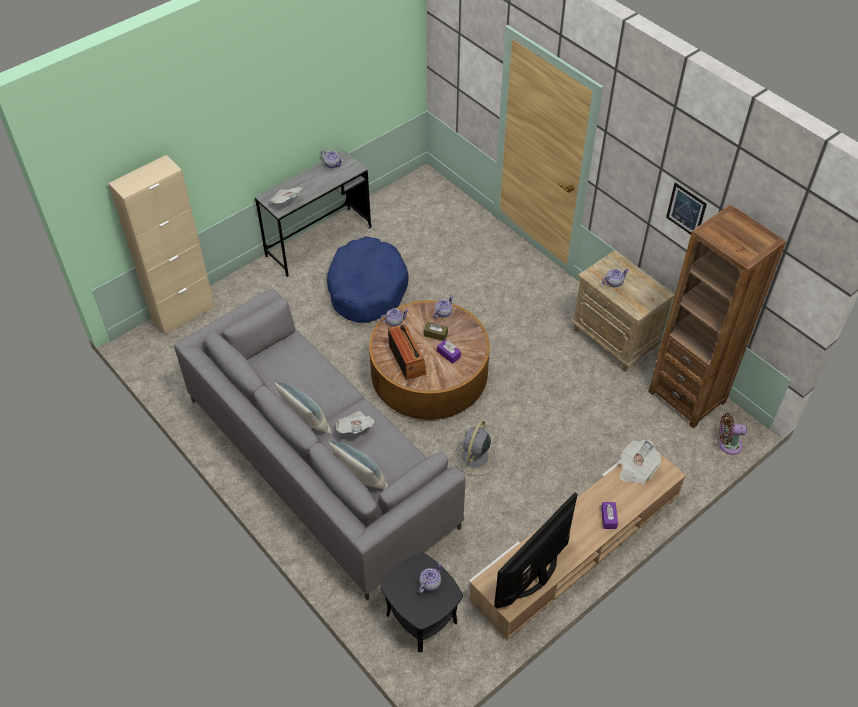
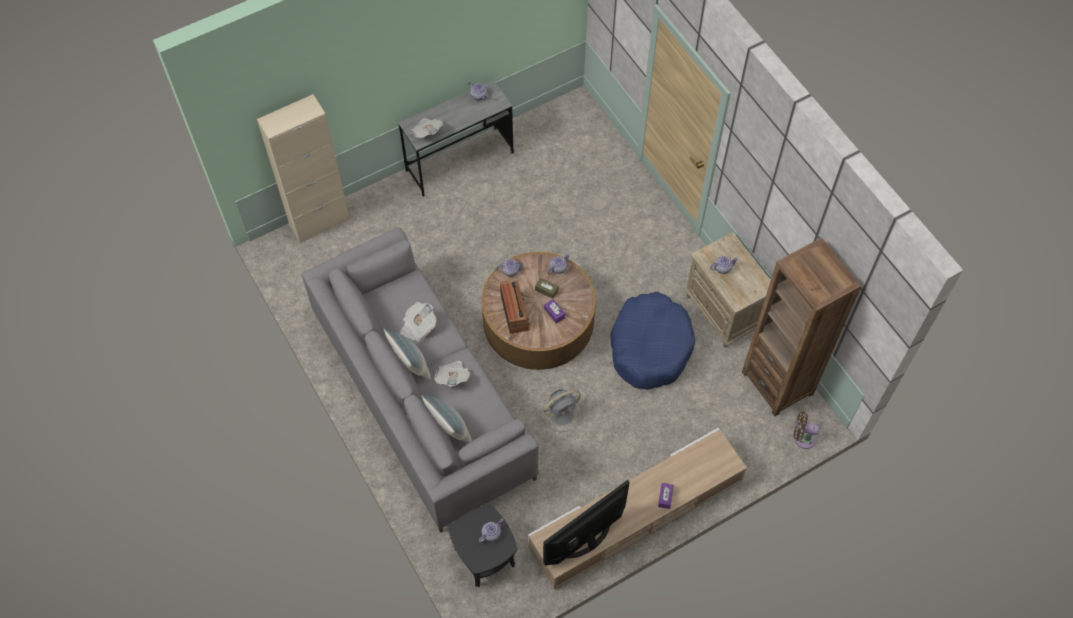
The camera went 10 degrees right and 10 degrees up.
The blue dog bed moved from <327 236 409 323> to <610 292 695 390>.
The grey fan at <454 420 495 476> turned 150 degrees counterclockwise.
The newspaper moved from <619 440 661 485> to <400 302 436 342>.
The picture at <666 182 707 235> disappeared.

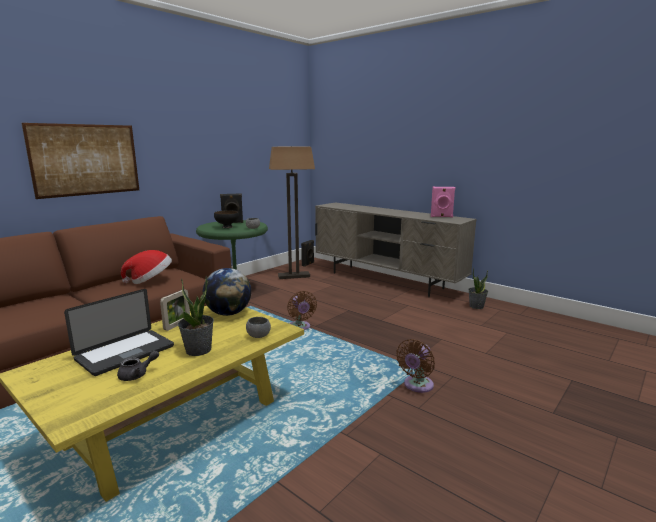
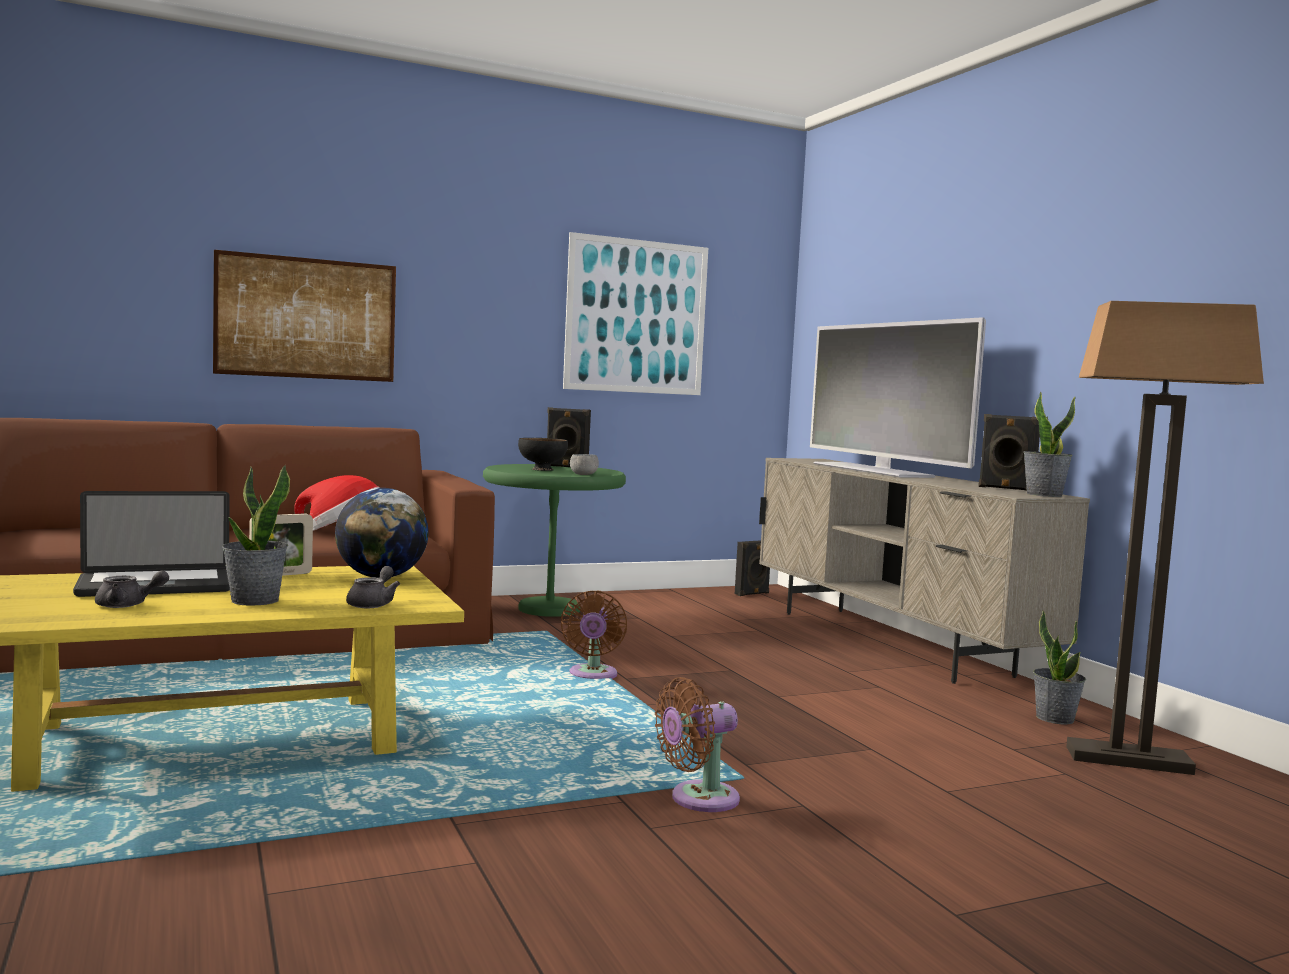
The camera went 25 degrees right and 10 degrees down.
The grey bowl at <246 317 271 338> was replaced by the grey teapot at <346 566 400 608>.
The floor lamp moved from <269 146 315 279> to <1066 301 1264 775>.
The pink speaker at <431 187 455 217> became the black speaker at <978 414 1040 490>.
The picture at <563 232 708 395> appeared.
The television at <810 317 986 478> appeared.
The potted plant at <1023 391 1076 497> appeared.

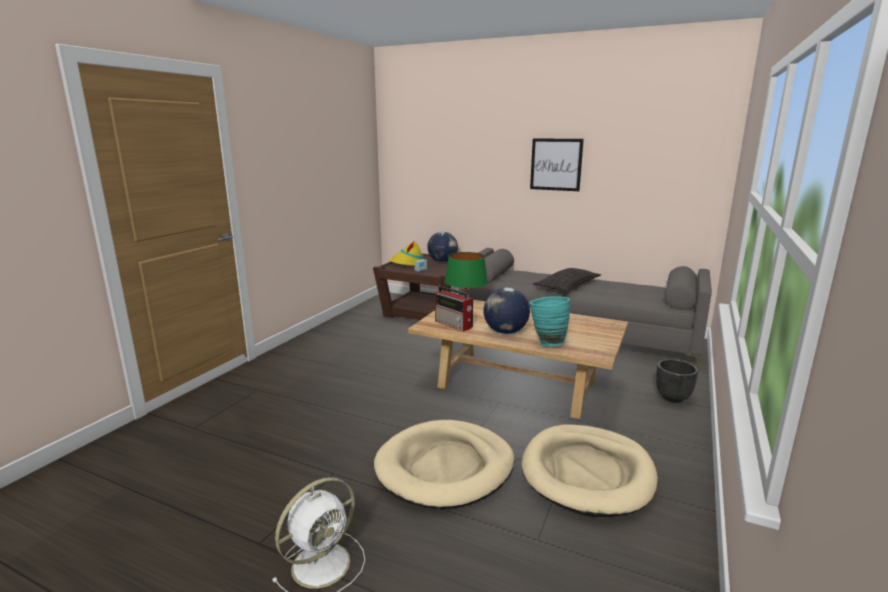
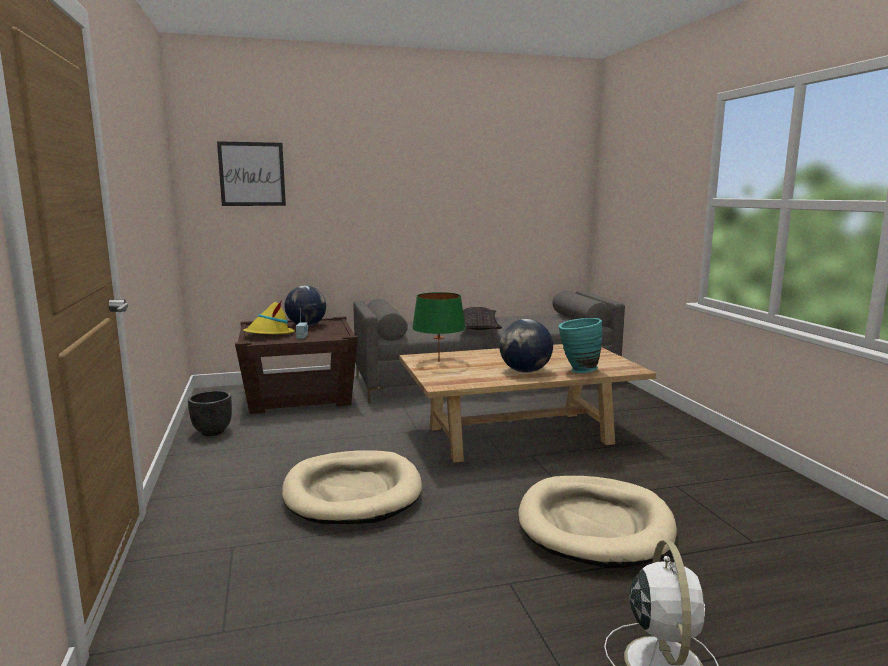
The camera went 40 degrees left and 5 degrees down.
The radio at <435 286 473 332> disappeared.
The beige dog bed moved from <522 425 658 517> to <282 450 422 524>.
The picture moved from <530 138 584 191> to <217 141 286 206>.
The black planter moved from <656 359 698 403> to <188 391 232 436>.

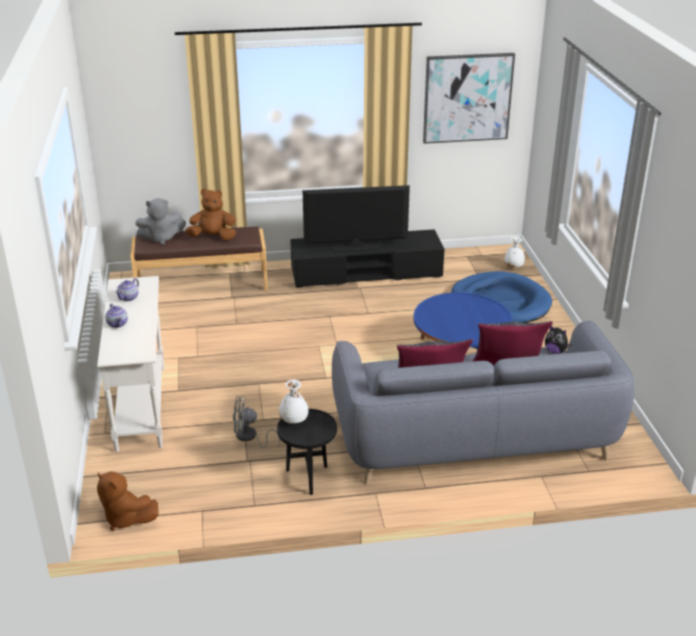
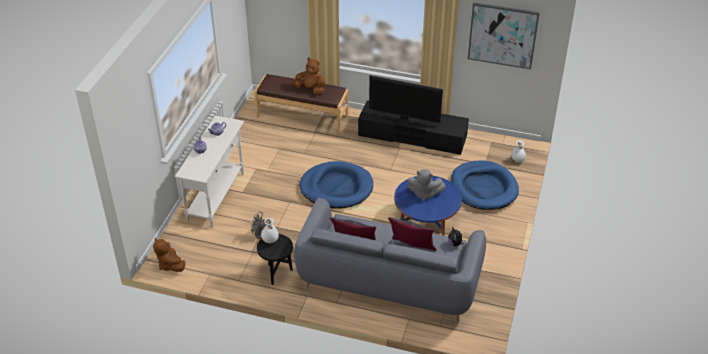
The camera went 25 degrees right and 10 degrees up.
The grey plush toy moved from <135 198 186 245> to <407 169 446 201>.
The blue dog bed at <300 161 373 209> appeared.

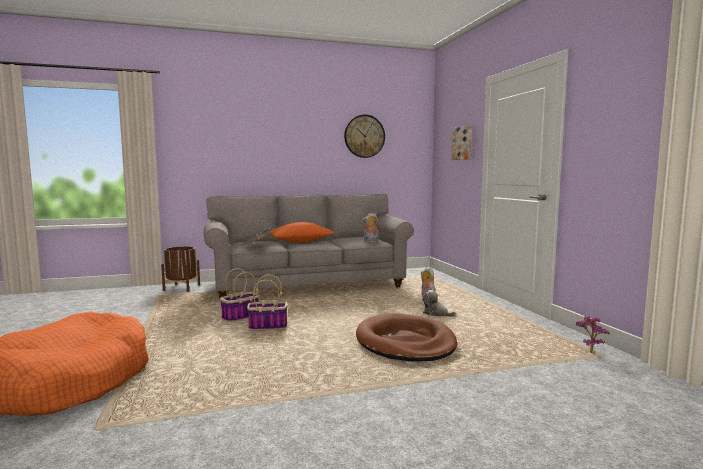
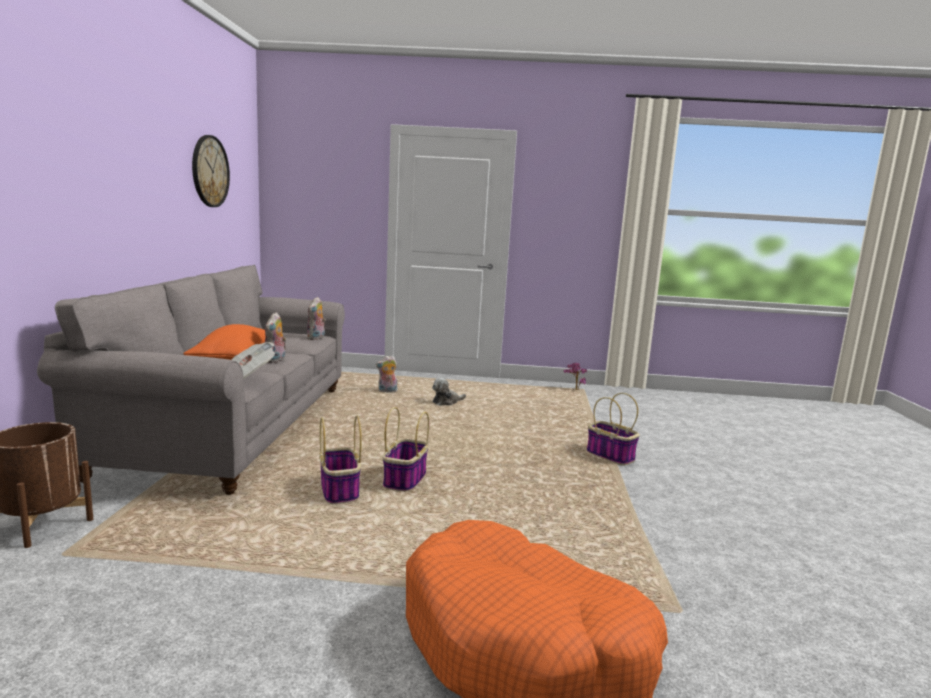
The camera went 70 degrees left and 5 degrees up.
The brown dog bed at <356 313 457 362> disappeared.
The picture at <451 125 472 160> disappeared.
The plush toy at <265 312 287 363> appeared.
The basket at <587 393 640 466> appeared.

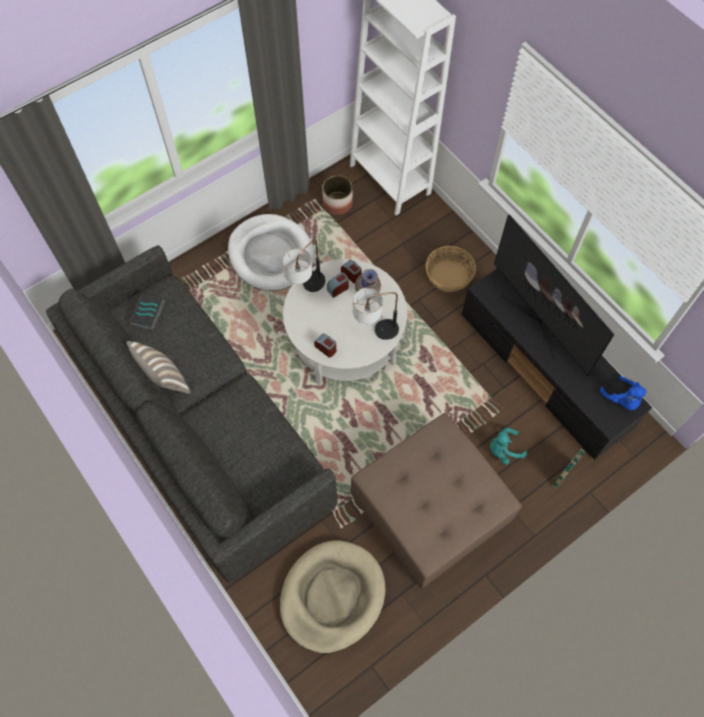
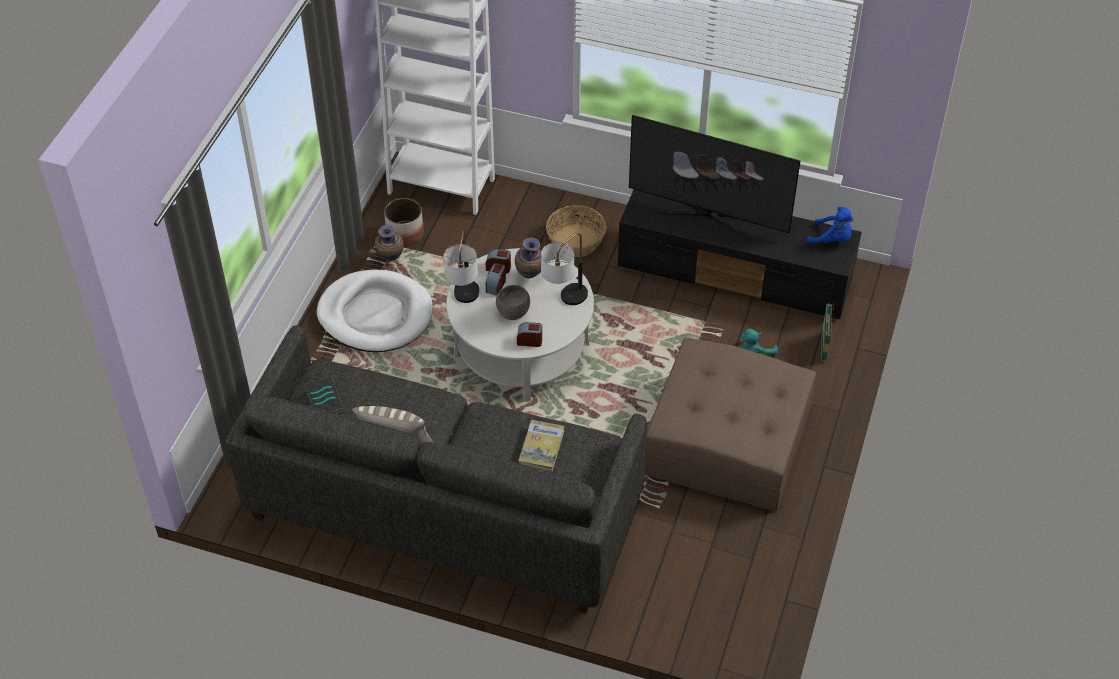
The camera went 35 degrees left and 15 degrees down.
The beige dog bed at <280 540 385 653> disappeared.
The vase at <375 225 403 261> appeared.
The grey bowl at <496 285 530 320> appeared.
The book at <519 420 565 472> appeared.

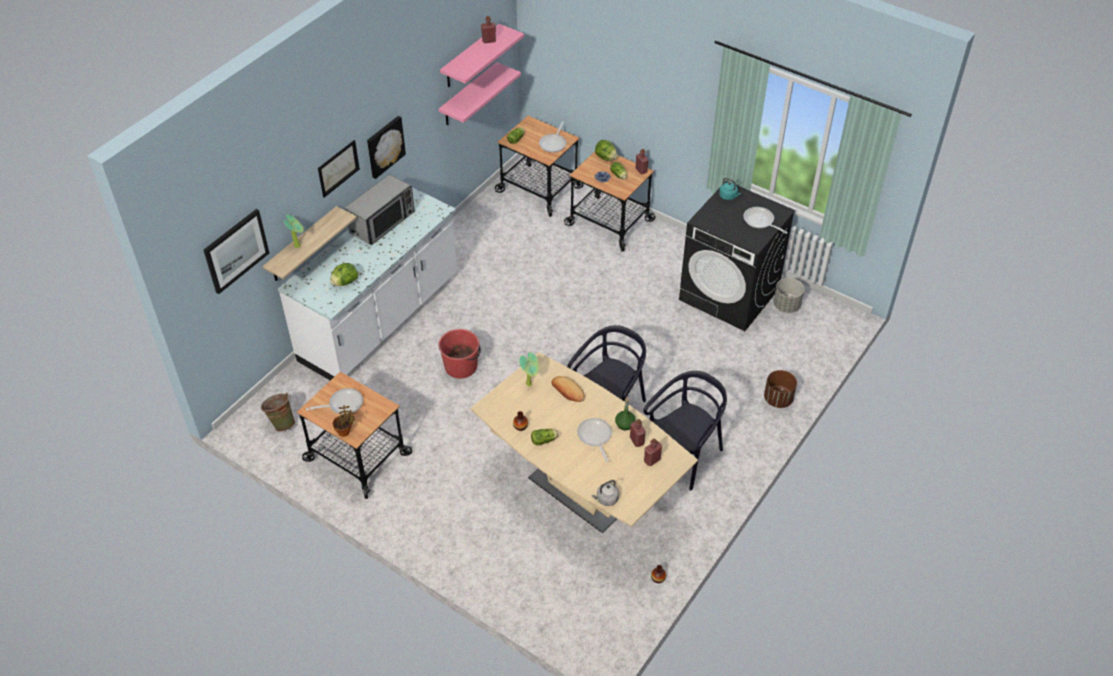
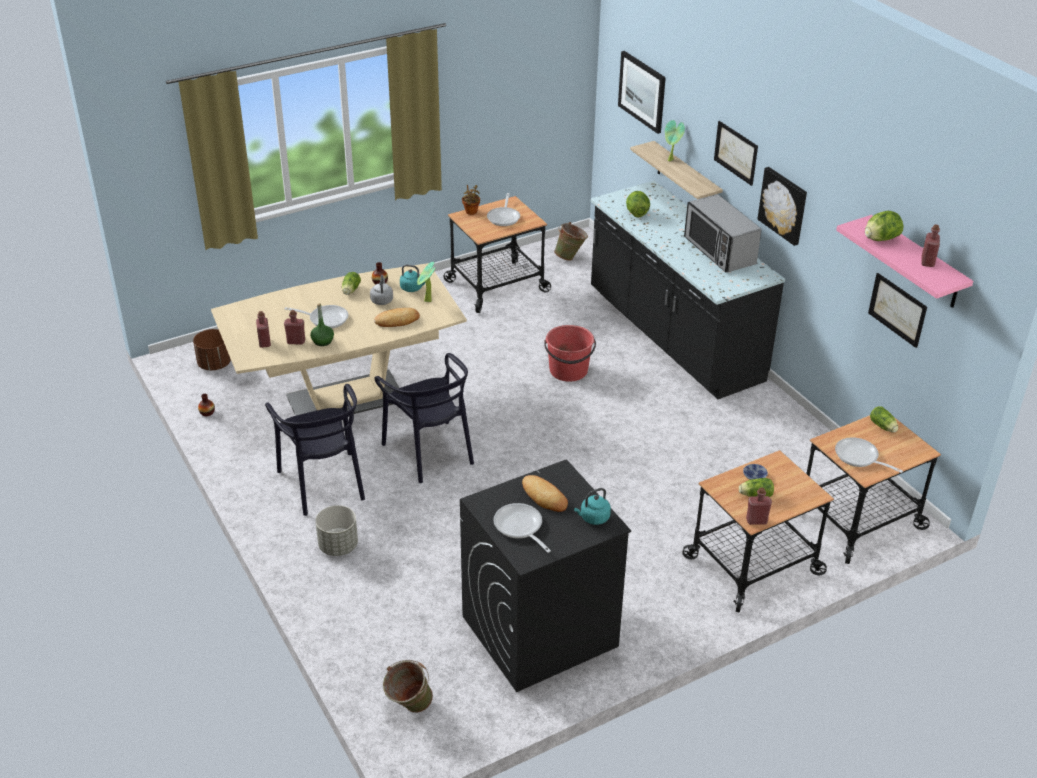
The camera went 115 degrees right and 10 degrees down.
The white counter at <278 187 457 380> became the black counter at <591 181 785 399>.
The pink shelf at <439 62 521 125> was replaced by the picture at <868 273 927 348>.
The grey kettle moved from <591 480 619 506> to <370 275 393 305>.
The lettuce moved from <595 140 618 161> to <865 211 903 241>.
The frying pan at <743 207 788 234> turned 105 degrees counterclockwise.
The brown planter moved from <764 370 797 408> to <193 329 231 370>.
The grey planter moved from <773 278 804 313> to <315 505 358 556>.
The green bucket at <383 660 433 713> appeared.
The turquoise kettle at <400 265 425 292> appeared.
The bread at <522 475 568 512> appeared.

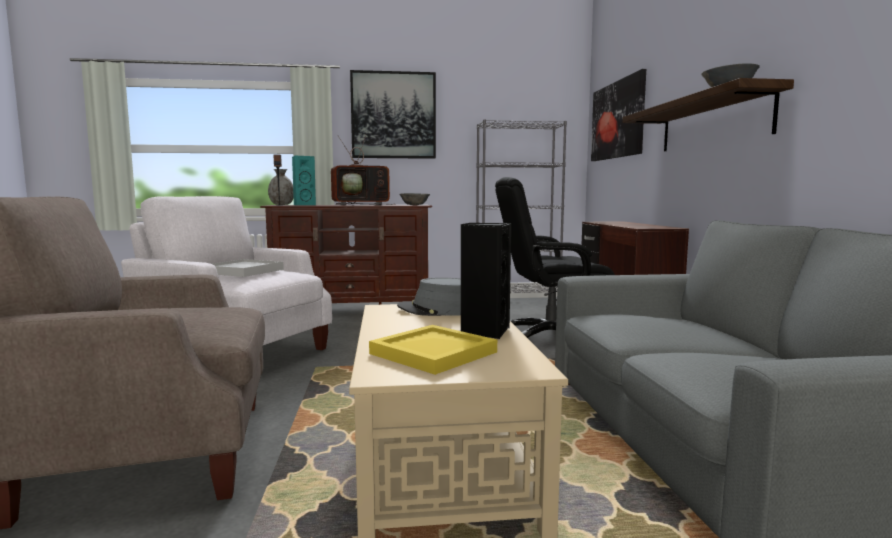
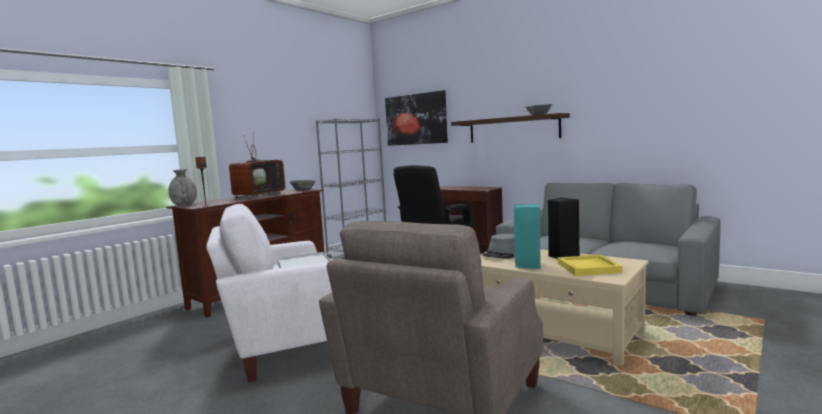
The camera went 45 degrees left and 0 degrees up.
The turquoise speaker moved from <292 156 316 205> to <514 204 541 269>.
The picture at <350 70 436 159> disappeared.

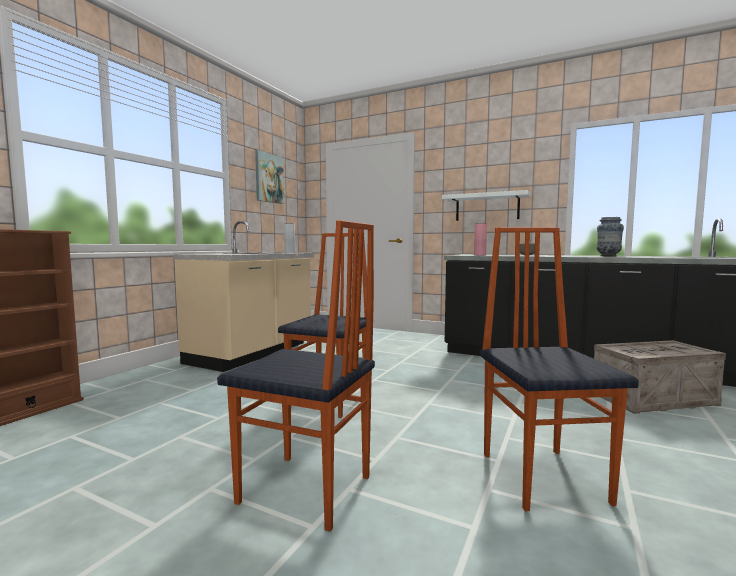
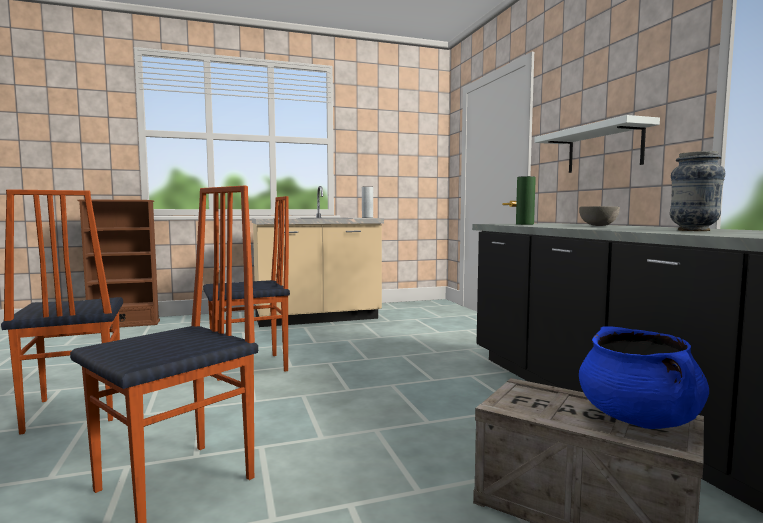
The camera went 45 degrees right and 0 degrees up.
The picture at <255 150 284 204> disappeared.
The pink vase at <474 223 487 255> became the green vase at <516 176 536 225>.
The blue cooking pot at <579 326 709 429> appeared.

